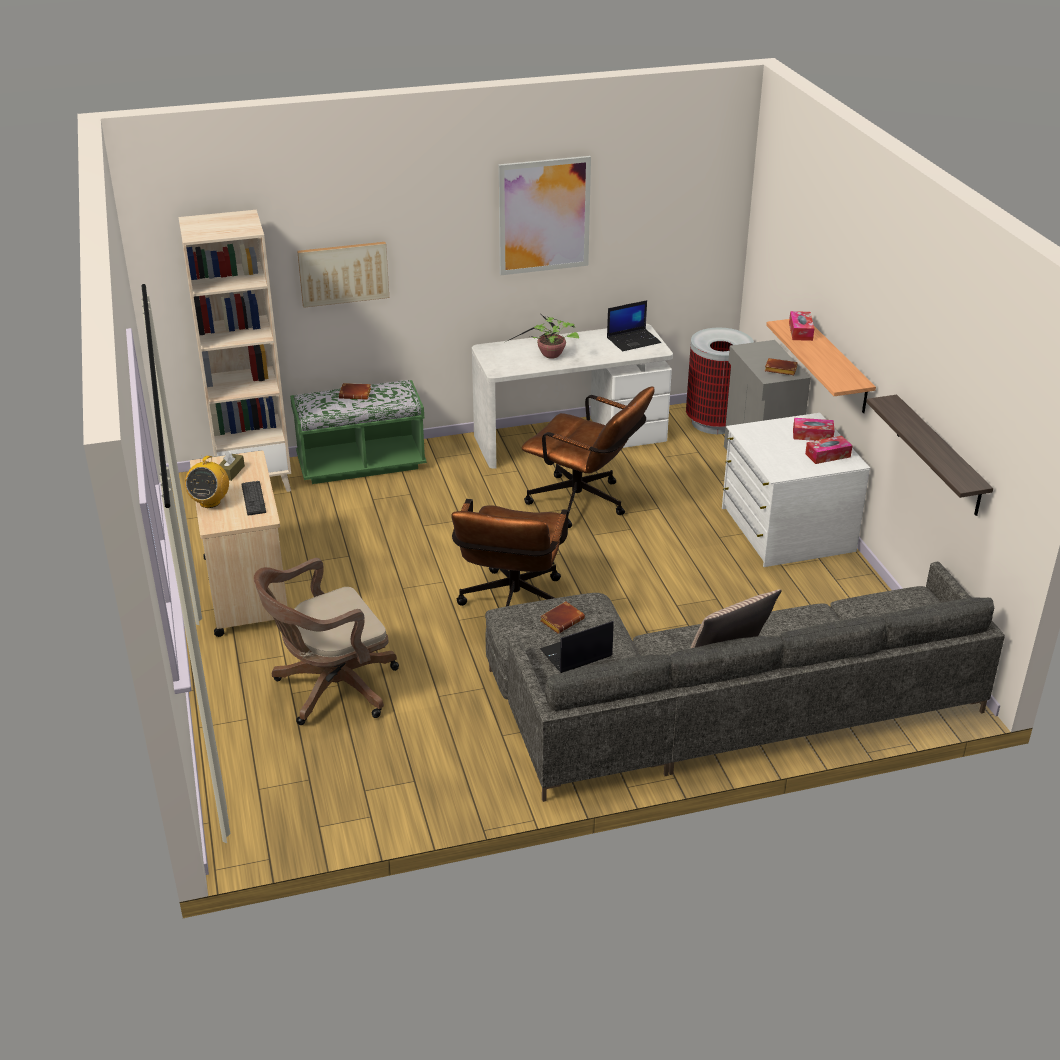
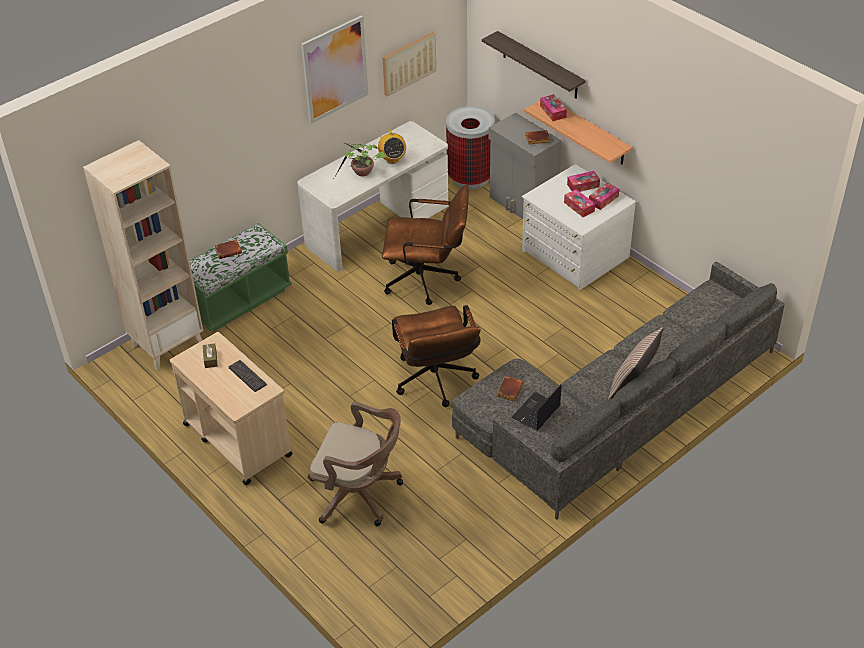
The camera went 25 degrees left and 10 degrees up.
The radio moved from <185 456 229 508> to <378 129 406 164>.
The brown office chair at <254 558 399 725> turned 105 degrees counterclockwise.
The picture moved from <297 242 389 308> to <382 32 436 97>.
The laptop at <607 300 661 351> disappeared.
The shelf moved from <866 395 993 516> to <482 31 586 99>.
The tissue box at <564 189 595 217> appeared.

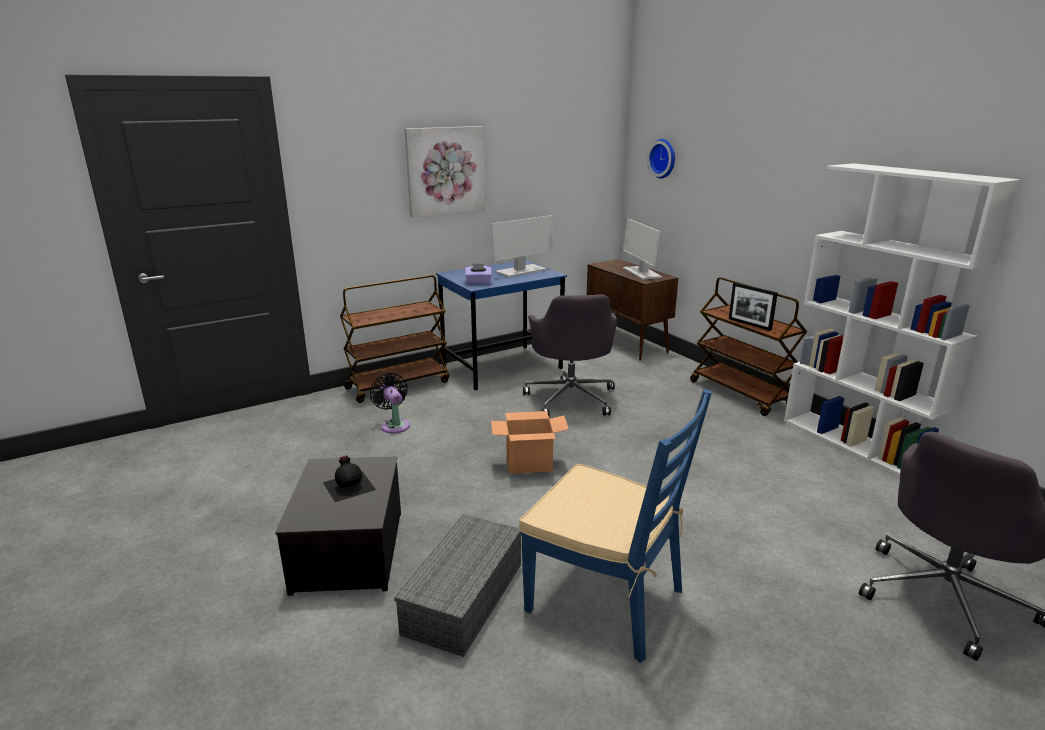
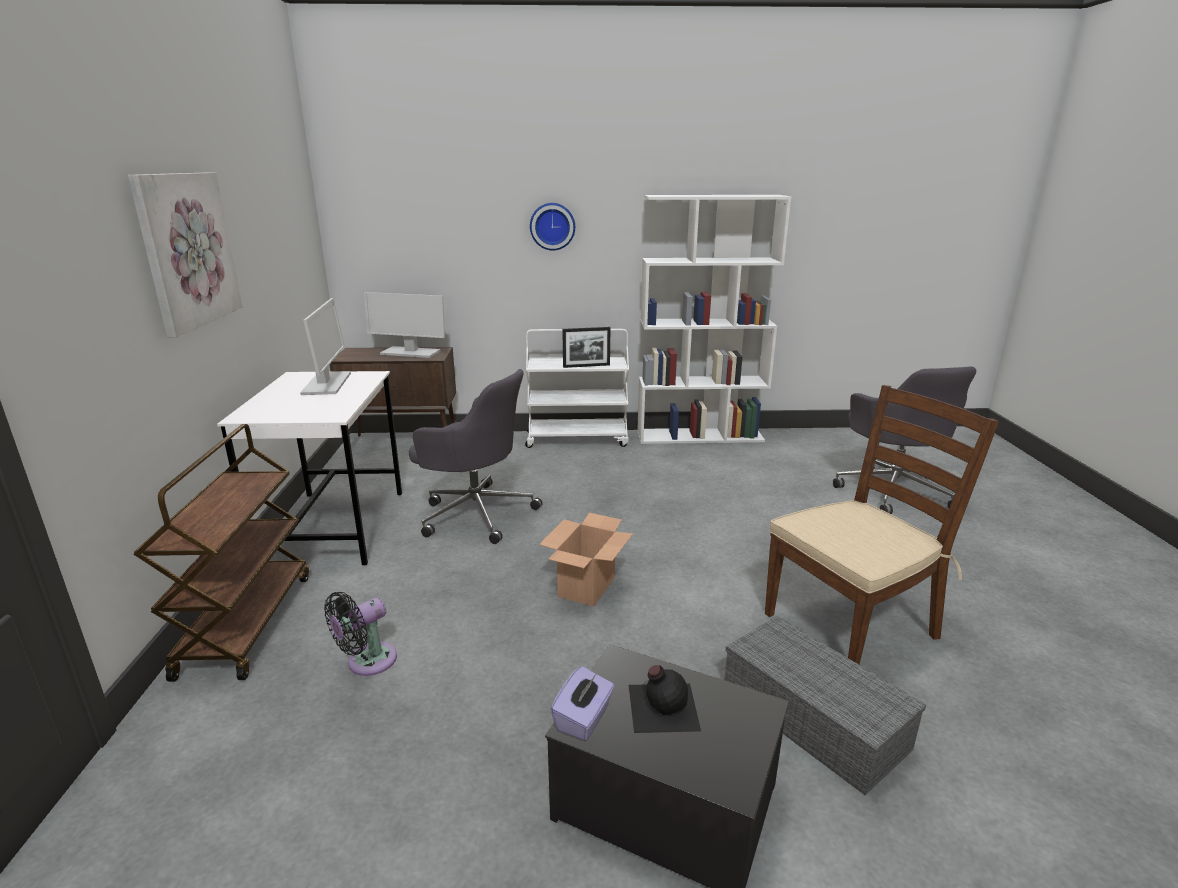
The camera went 60 degrees left and 0 degrees up.
The black fan at <370 373 410 433> turned 45 degrees counterclockwise.
The blue desk at <436 260 567 391> became the white desk at <217 371 402 565>.
The purple tissue box moved from <465 263 492 285> to <551 666 614 741>.
The blue chair at <519 389 711 663> became the brown chair at <765 385 999 665>.
The wall clock moved from <647 139 675 178> to <530 203 575 250>.
The brown cart at <690 277 807 416> became the white cart at <525 329 629 448>.

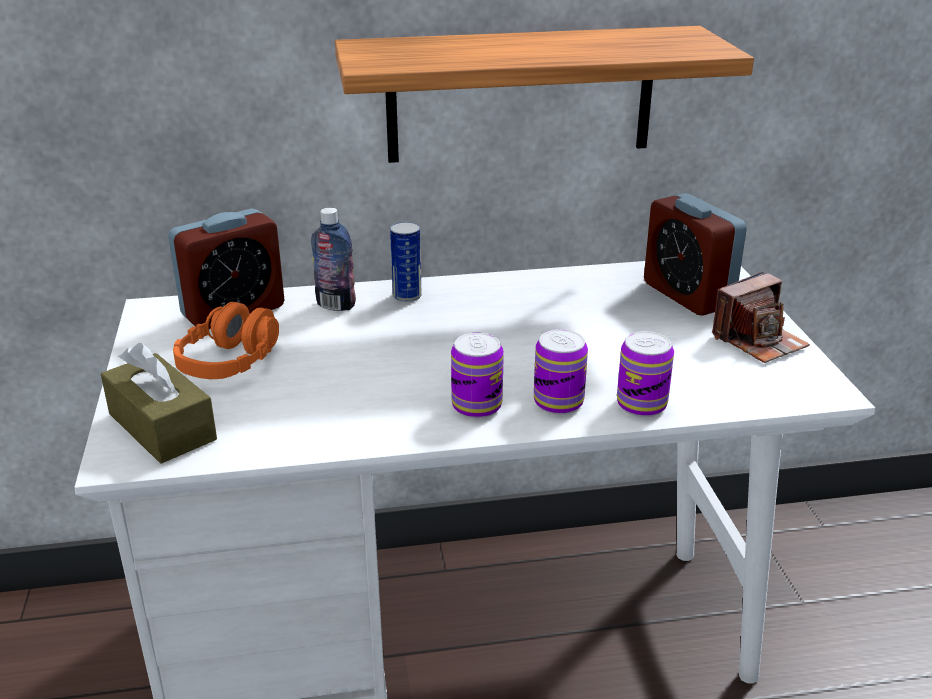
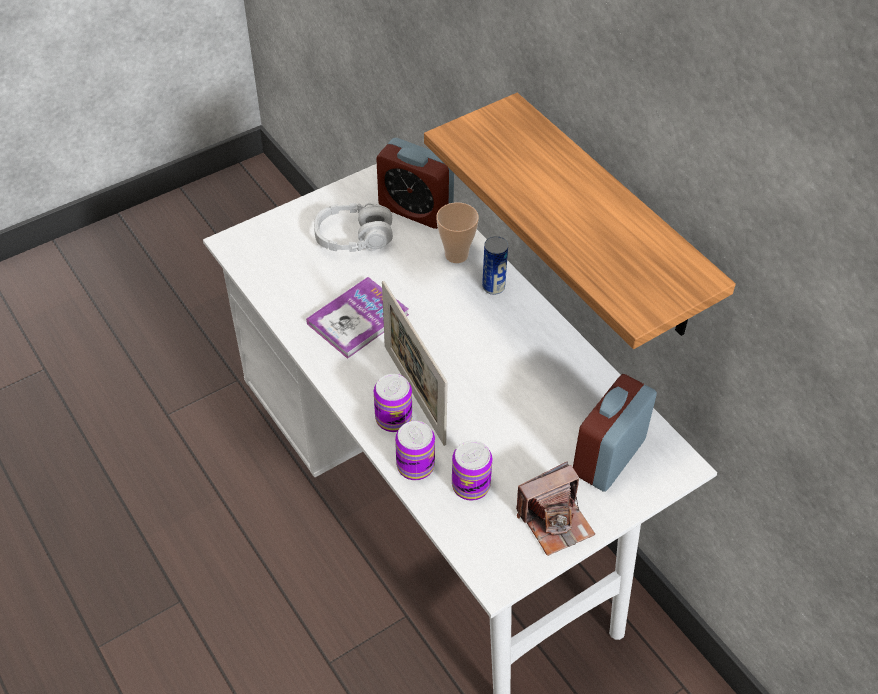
The camera went 65 degrees right and 20 degrees up.
The brown tissue box at <101 343 217 464> disappeared.
The orange headphones at <173 302 279 379> became the grey headphones at <314 202 393 252>.
The bottle at <311 208 356 311> was replaced by the cup at <436 202 479 263>.
The can moved from <451 333 504 419> to <452 440 493 501>.
The photo camera at <712 272 810 363> turned 60 degrees counterclockwise.
The book at <306 277 409 359> appeared.
The picture frame at <382 281 448 446> appeared.

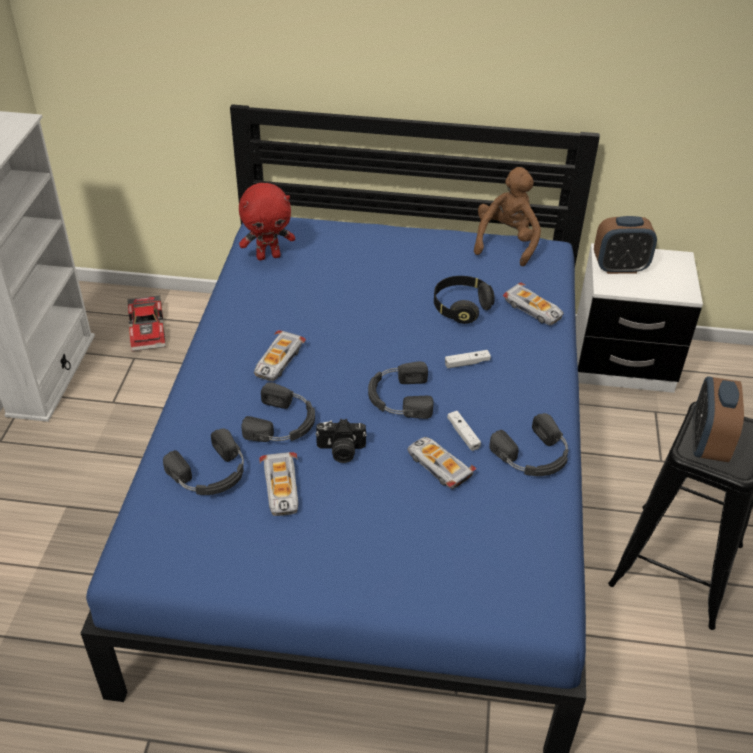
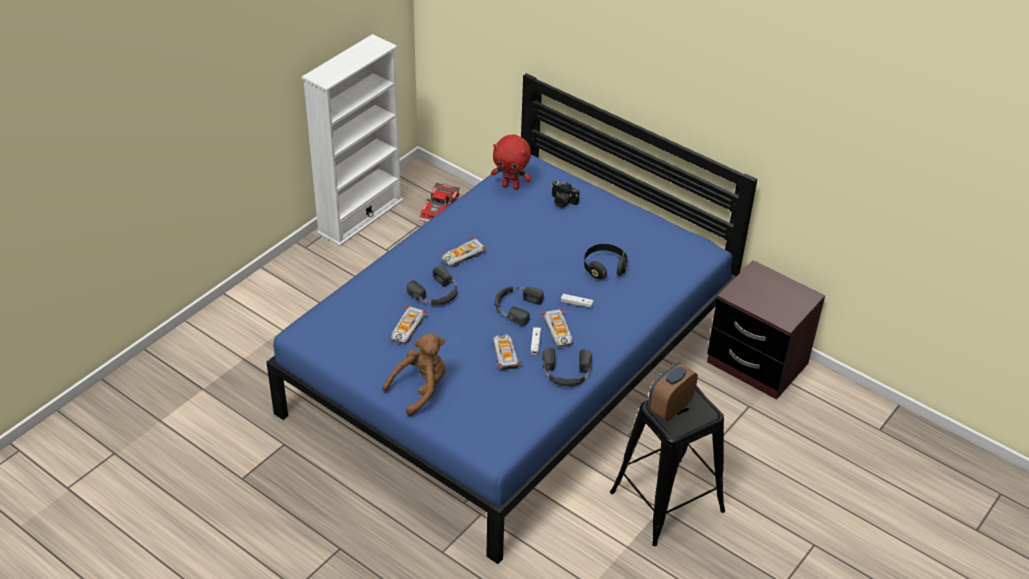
The camera went 30 degrees right and 0 degrees up.
The black headphones at <163 428 244 495> disappeared.
The photo camera moved from <315 419 367 463> to <551 181 580 208>.
The brown plush toy moved from <474 167 541 266> to <382 333 446 416>.
The toy car moved from <503 282 564 326> to <541 309 573 348>.
The white nightstand at <576 243 703 393> became the brown nightstand at <707 260 825 400>.
The alarm clock at <594 216 657 274> disappeared.

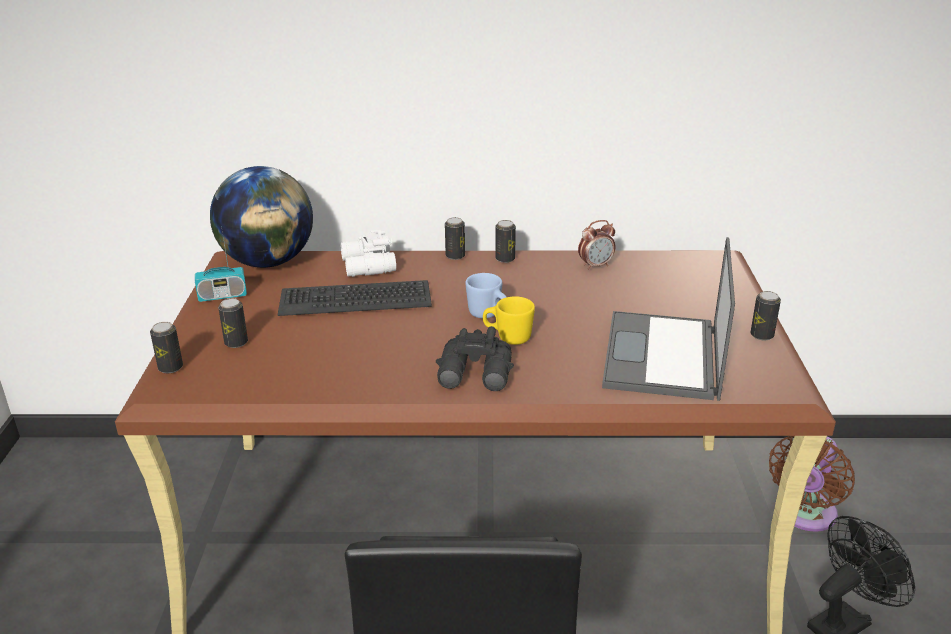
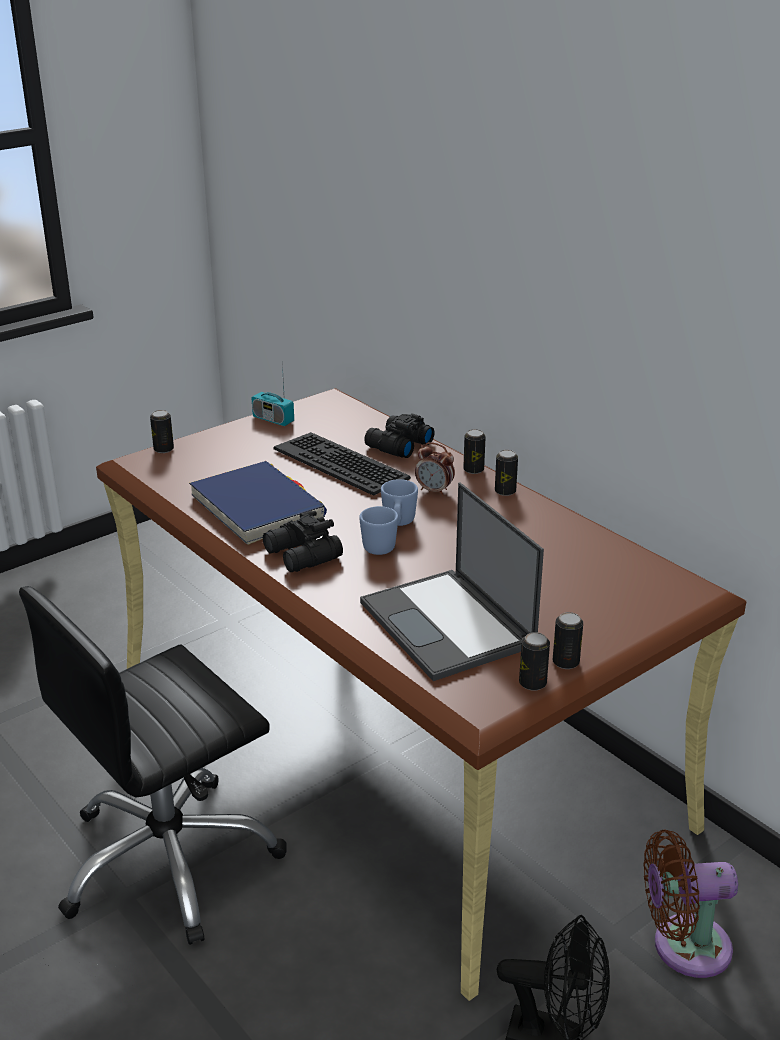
The camera went 50 degrees right and 0 degrees up.
The globe at <210 166 313 268> disappeared.
The can moved from <218 298 248 348> to <519 632 550 691>.
The white binoculars at <341 229 396 277> became the black binoculars at <364 413 434 458>.
The yellow mug at <483 296 535 345> became the blue mug at <359 506 398 555>.
The alarm clock moved from <578 220 616 270> to <415 442 455 496>.
The laptop at <602 237 735 401> turned 90 degrees counterclockwise.
The blue book at <189 461 327 545> appeared.

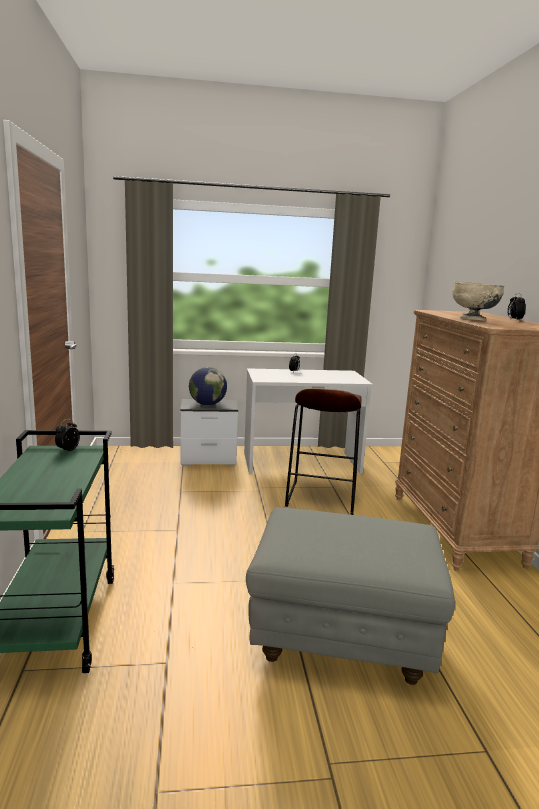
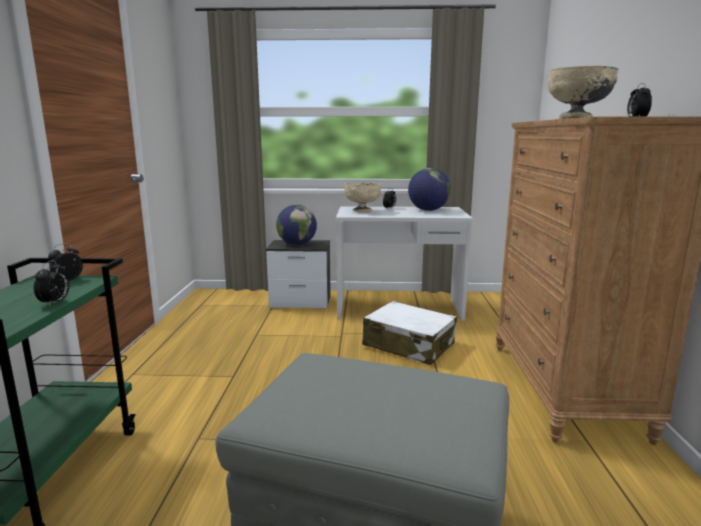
The camera went 10 degrees right and 0 degrees up.
The brown stool at <285 388 362 515> was replaced by the white suitcase at <362 301 457 365>.
The alarm clock at <34 260 69 306> appeared.
The beige bowl at <344 183 381 212> appeared.
The globe at <408 168 451 211> appeared.

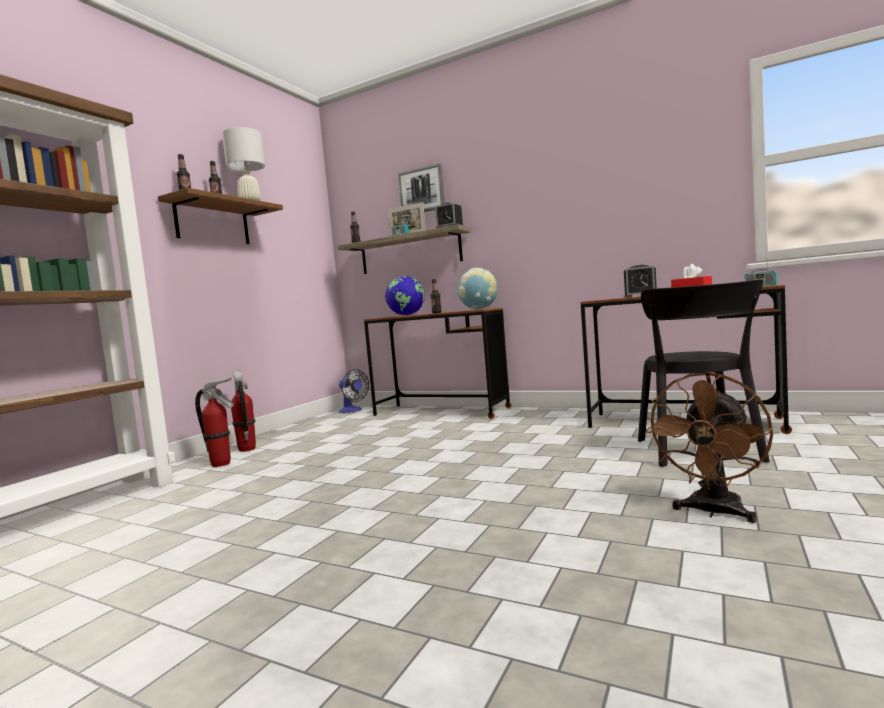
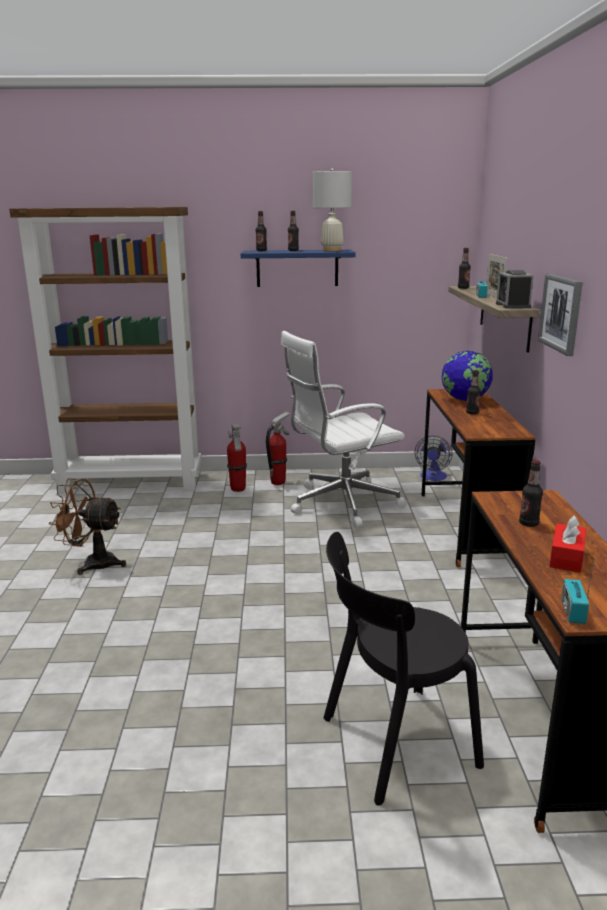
The camera went 60 degrees right and 15 degrees up.
The brown shelf at <158 188 283 244> became the blue shelf at <241 250 356 287>.
The picture moved from <398 163 445 212> to <538 274 583 356>.
The globe at <457 268 498 310> disappeared.
The alarm clock at <624 264 657 298> was replaced by the bottle at <519 460 543 527>.
The brown fan moved from <645 372 773 523> to <49 478 126 575>.
The white office chair at <281 331 407 528> appeared.

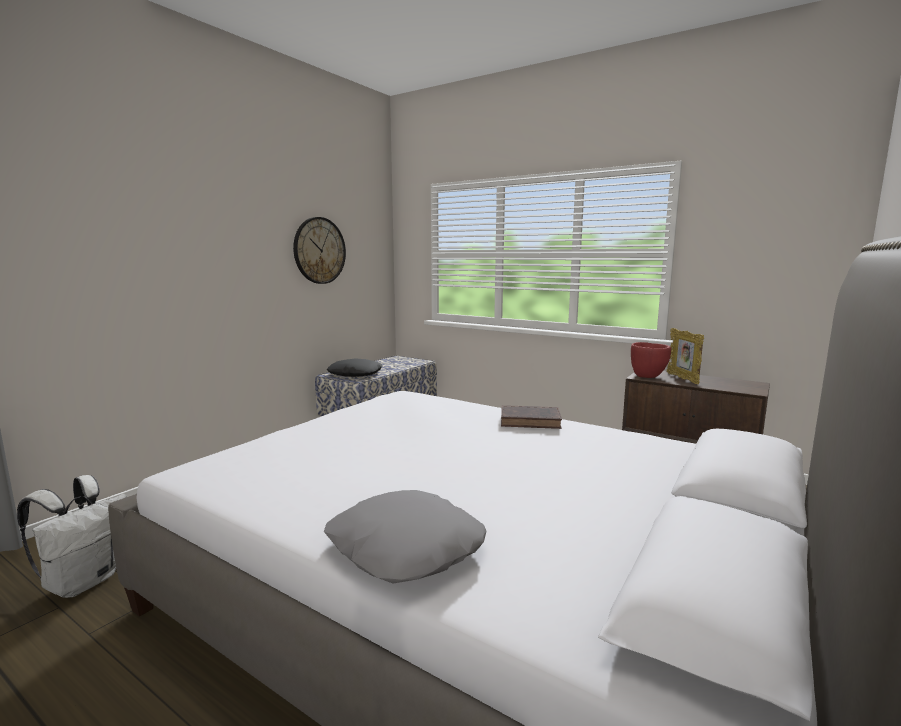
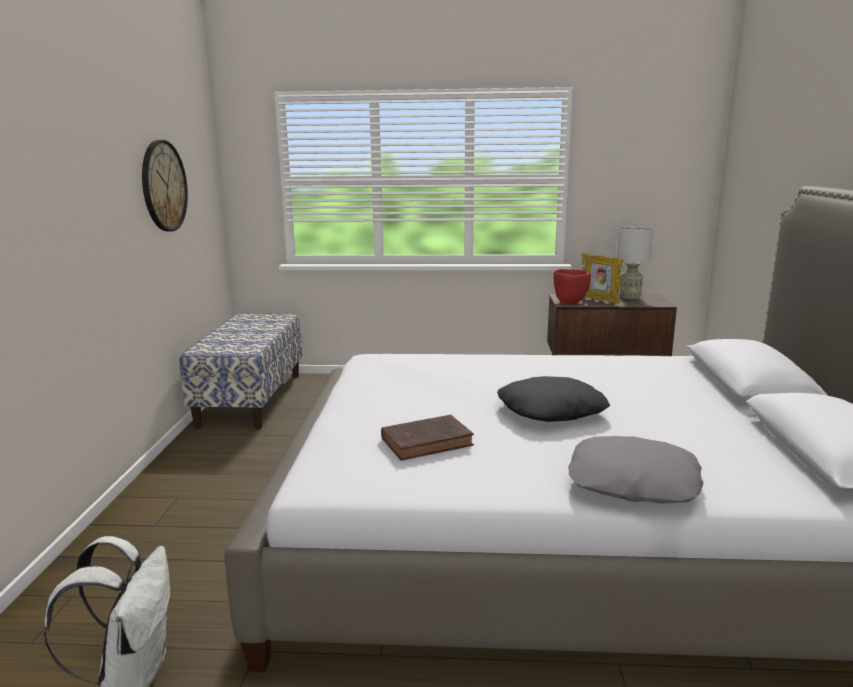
The camera went 30 degrees left and 5 degrees up.
The black pillow moved from <327 359 382 377> to <497 376 610 422>.
The brown book moved from <501 405 562 429> to <381 415 474 461>.
The grey table lamp at <616 226 653 299> appeared.

